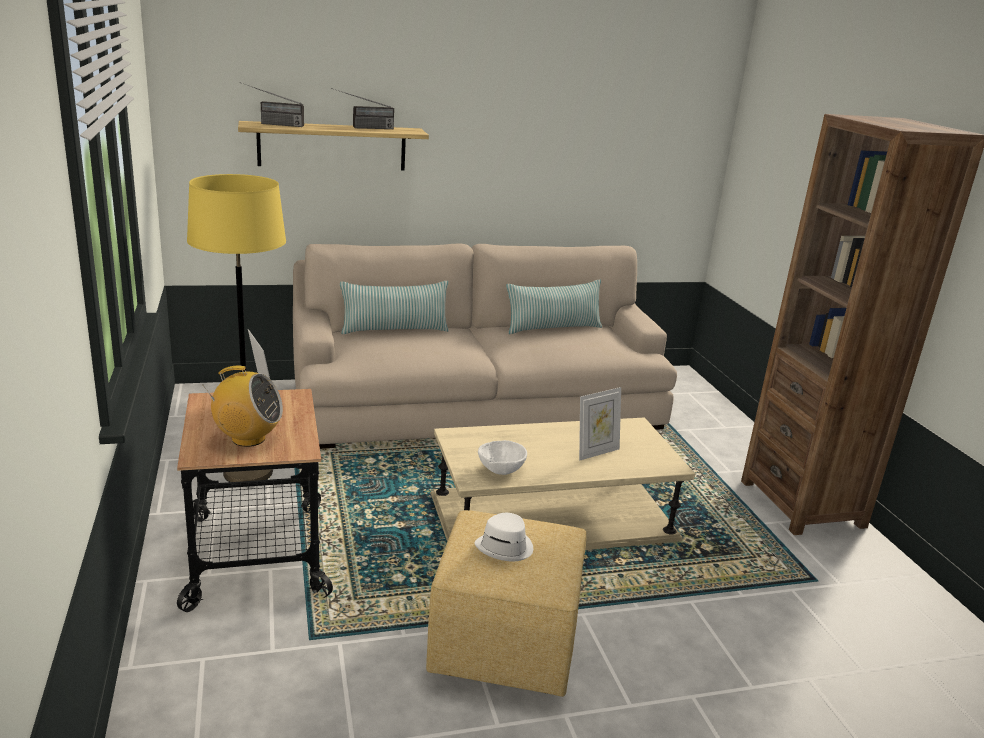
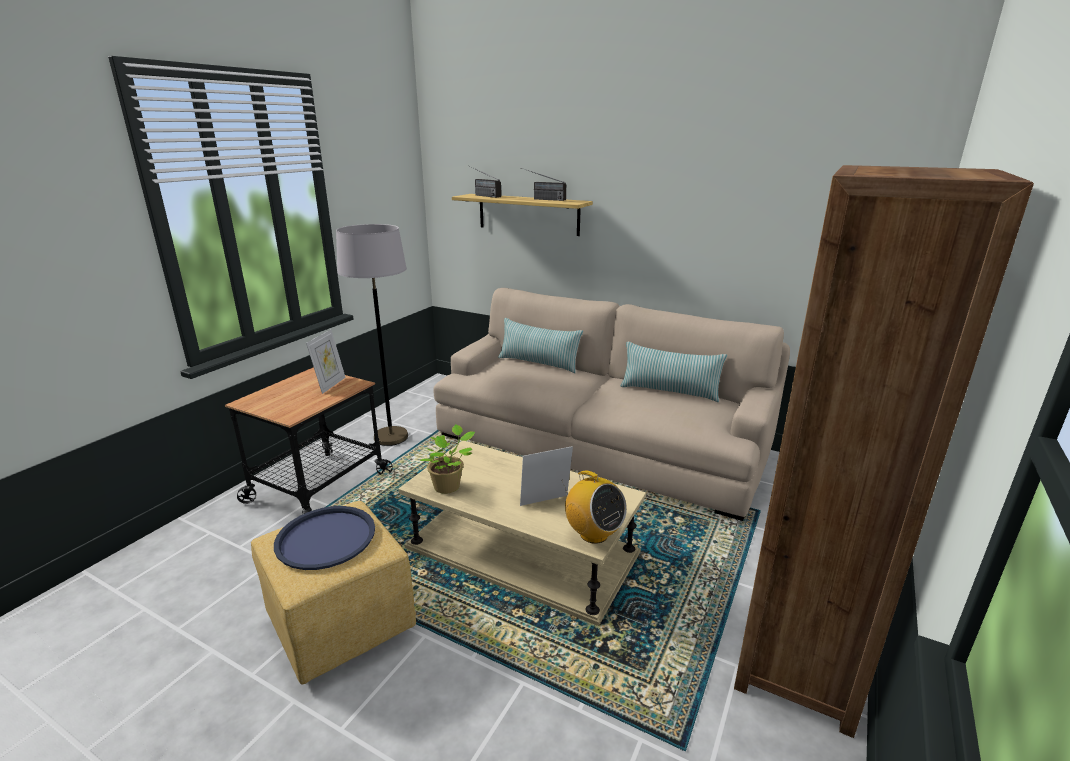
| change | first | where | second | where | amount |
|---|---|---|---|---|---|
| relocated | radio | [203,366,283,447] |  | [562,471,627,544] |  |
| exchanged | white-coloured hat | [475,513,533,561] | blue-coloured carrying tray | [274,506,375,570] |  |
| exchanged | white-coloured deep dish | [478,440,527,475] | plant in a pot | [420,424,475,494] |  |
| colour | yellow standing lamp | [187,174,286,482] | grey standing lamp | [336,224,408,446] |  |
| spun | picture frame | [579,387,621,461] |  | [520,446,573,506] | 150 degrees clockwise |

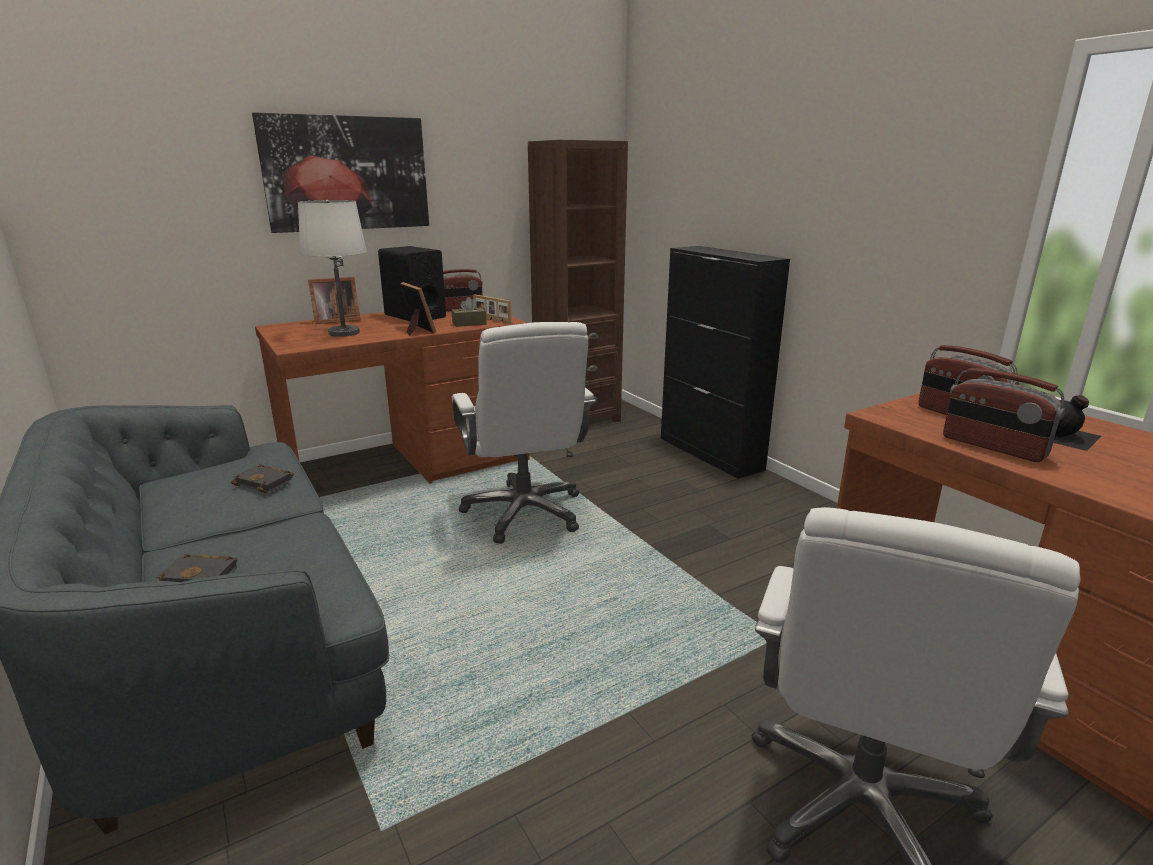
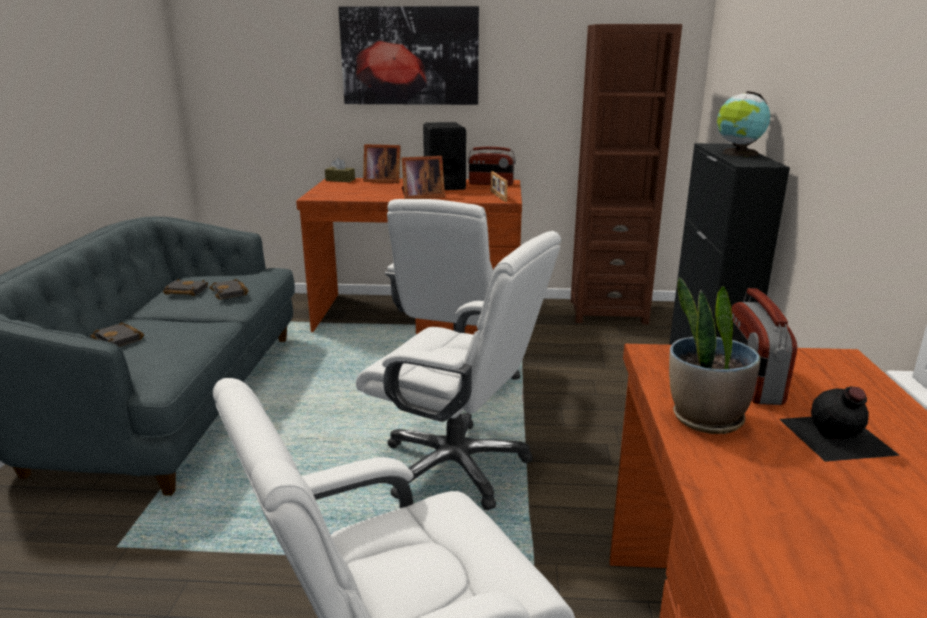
| change | first | where | second | where | amount |
|---|---|---|---|---|---|
| missing | white-coloured tabletop lamp | [298,200,367,337] |  |  |  |
| appeared |  |  | blackish bound book | [163,279,208,296] |  |
| appeared |  |  | white-coloured desk chair | [356,231,561,510] |  |
| appeared |  |  | desk globe | [717,91,770,157] |  |
| relocated | brown tissue holder | [452,297,487,327] |  | [325,158,355,182] |  |
| exchanged | radio | [943,368,1065,462] | plant in a pot | [669,277,760,434] |  |
| spun | picture frame | [400,282,436,335] |  | [401,156,445,199] | 75 degrees clockwise |

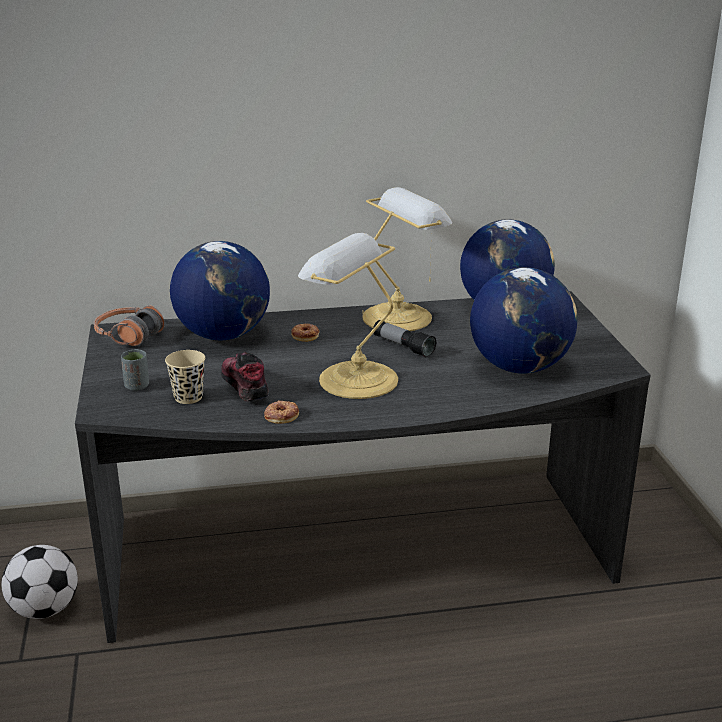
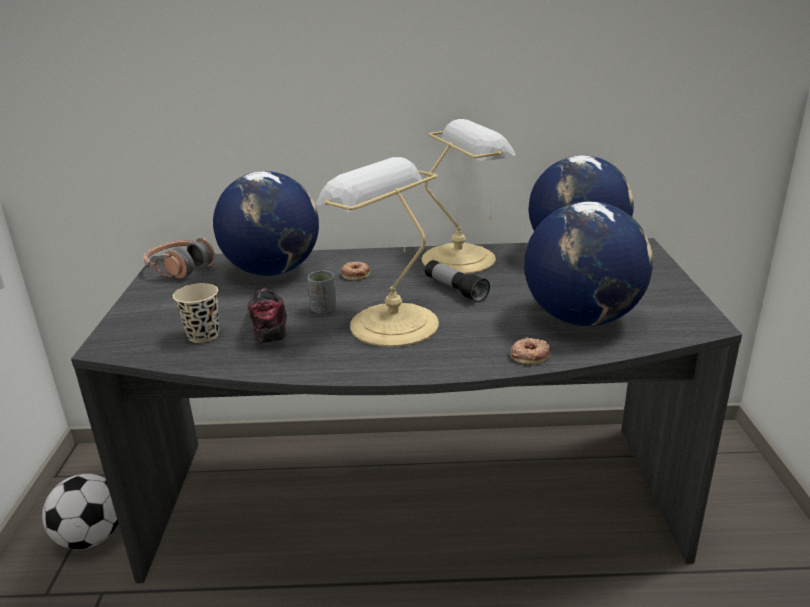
| change | first | where | second | where | amount |
|---|---|---|---|---|---|
| relocated | grey cup | [121,349,149,391] |  | [307,270,336,314] |  |
| relocated | donut | [264,400,299,424] |  | [510,337,551,365] |  |

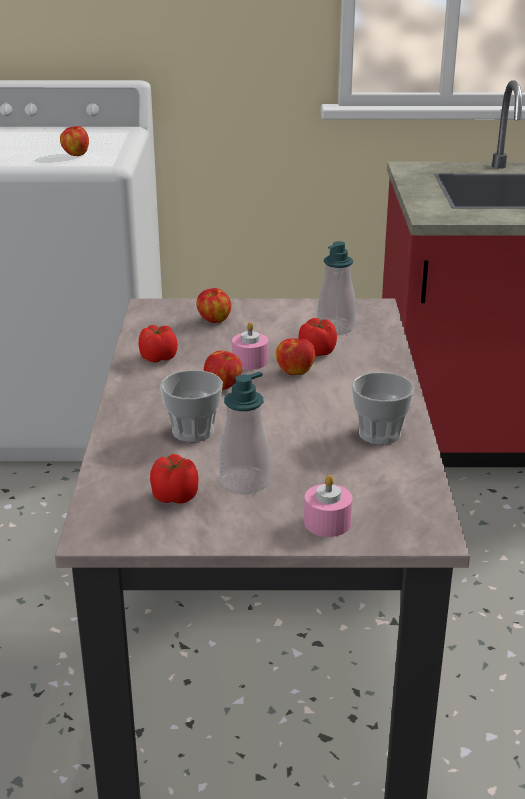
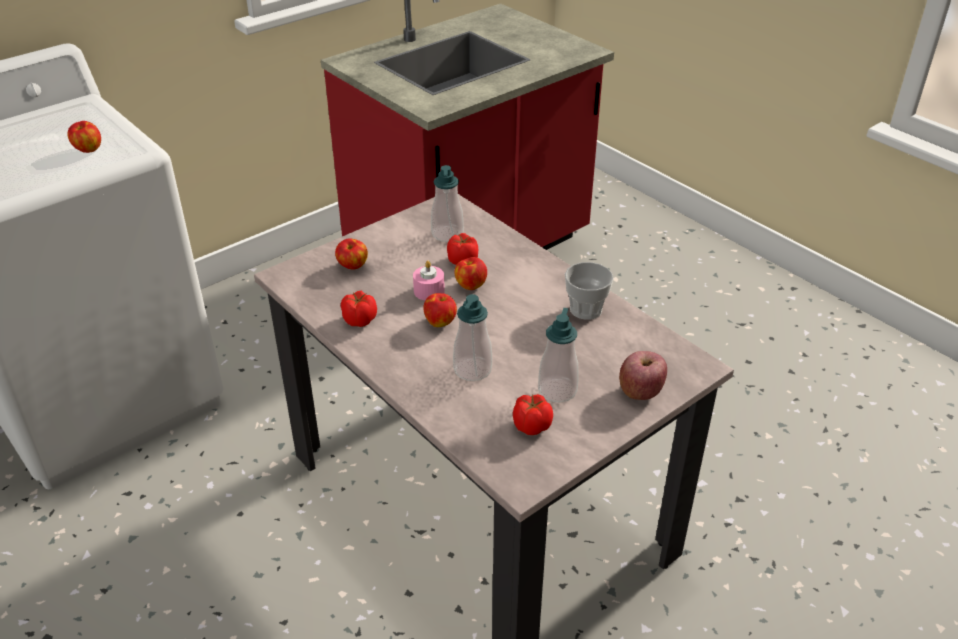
| change | first | where | second | where | amount |
|---|---|---|---|---|---|
| exchanged | cup | [160,370,223,442] | soap bottle | [453,294,492,381] |  |
| exchanged | pinkish wax light | [304,475,352,537] | apple | [619,351,667,400] |  |

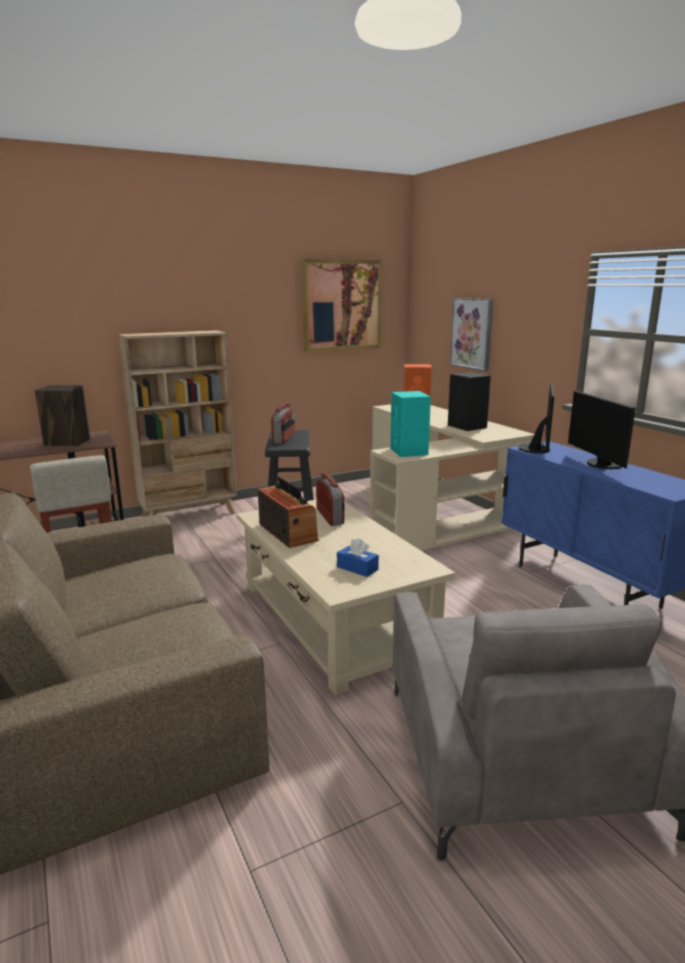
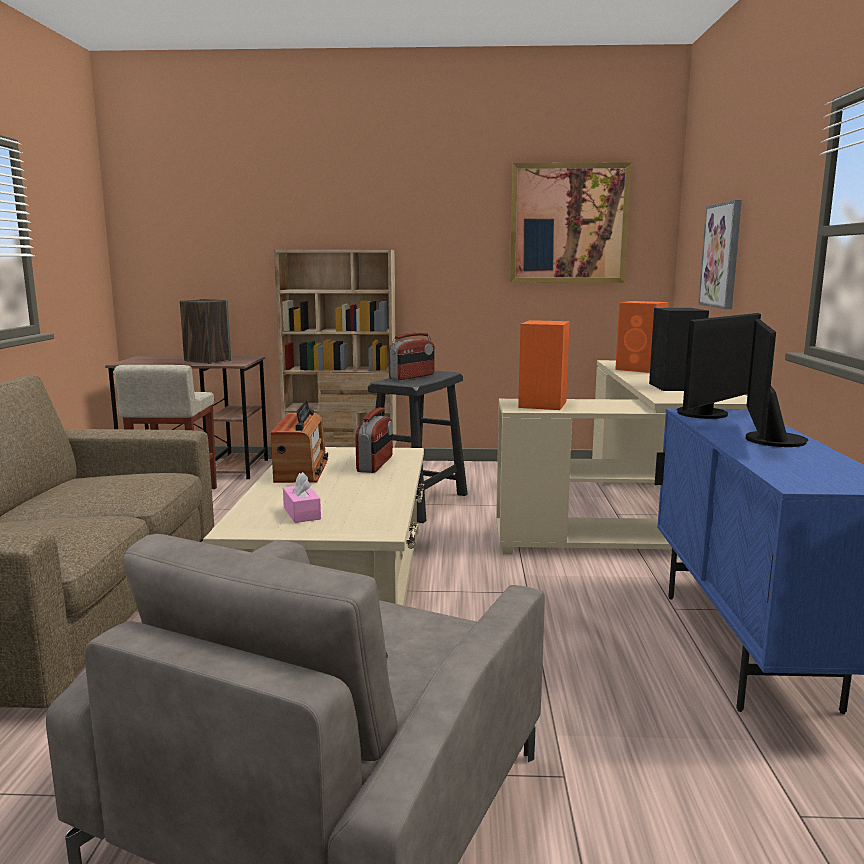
| change | first | where | second | where | amount |
|---|---|---|---|---|---|
| colour | blue-coloured tissue holder | [337,538,379,577] | pinkish tissue holder | [283,472,321,523] |  |
| colour | turquoise-coloured audio speaker | [390,391,431,457] | orange-coloured audio speaker | [518,320,570,410] |  |

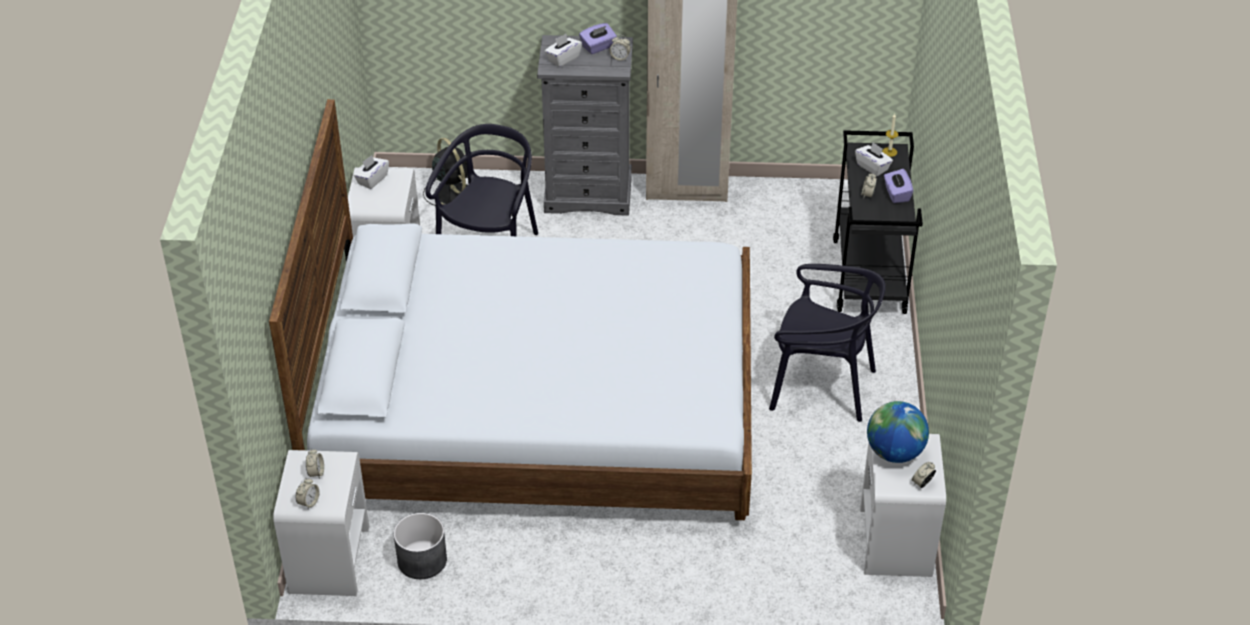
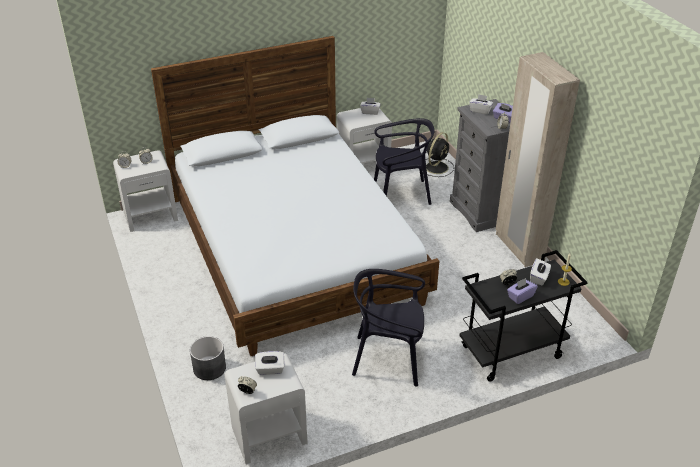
| change | first | where | second | where | amount |
|---|---|---|---|---|---|
| relocated | grey flower pot | [394,513,447,579] |  | [190,336,226,380] |  |
| exchanged | desk globe | [867,401,929,463] | white-coloured tissue holder | [255,351,284,375] |  |
| spun | blackish upright chair | [769,264,886,422] |  | [352,269,425,387] | 105 degrees clockwise |

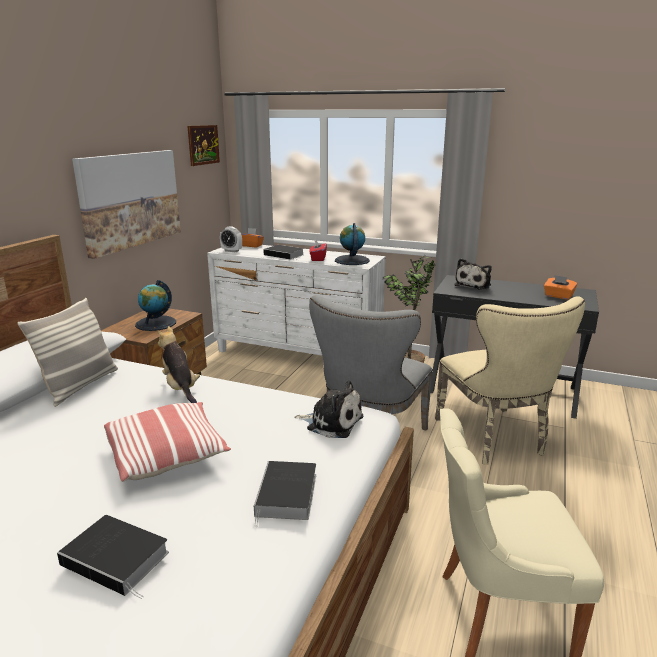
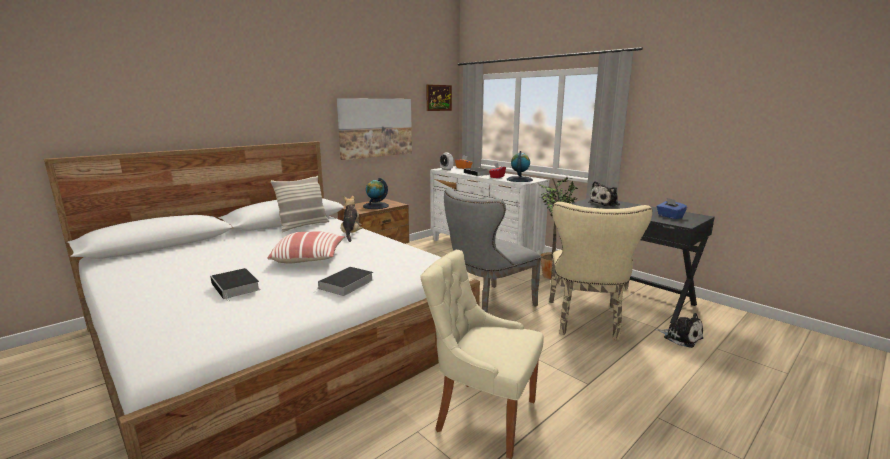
| change | first | where | second | where | amount |
|---|---|---|---|---|---|
| relocated | cuddly toy | [294,380,363,438] |  | [654,313,703,348] |  |
| colour | orange-coloured tissue holder | [544,275,577,300] | blue-coloured tissue holder | [657,198,687,219] |  |

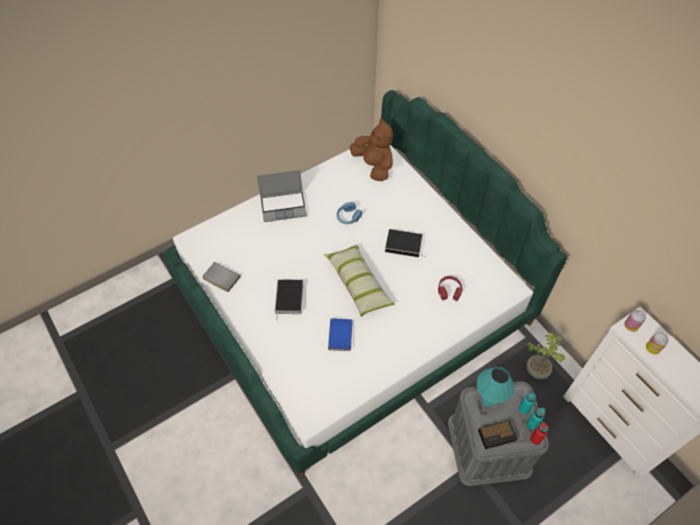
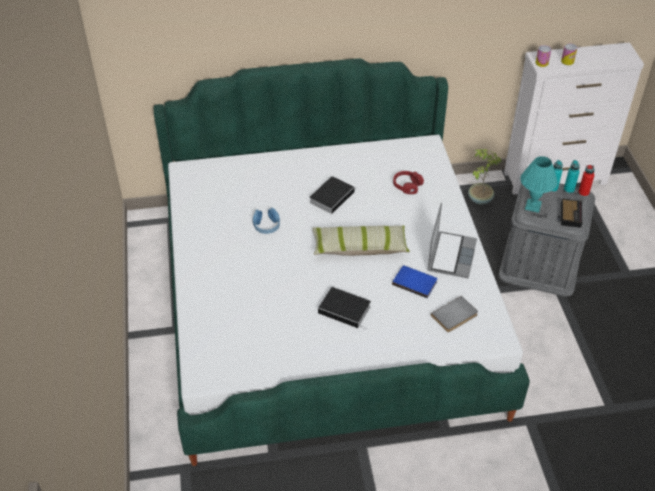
| change | first | where | second | where | amount |
|---|---|---|---|---|---|
| missing | brown cuddly toy | [350,118,393,181] |  |  |  |
| relocated | grey bound book | [202,262,241,292] |  | [431,296,478,332] |  |
| relocated | laptop | [257,170,307,222] |  | [427,203,477,278] |  |

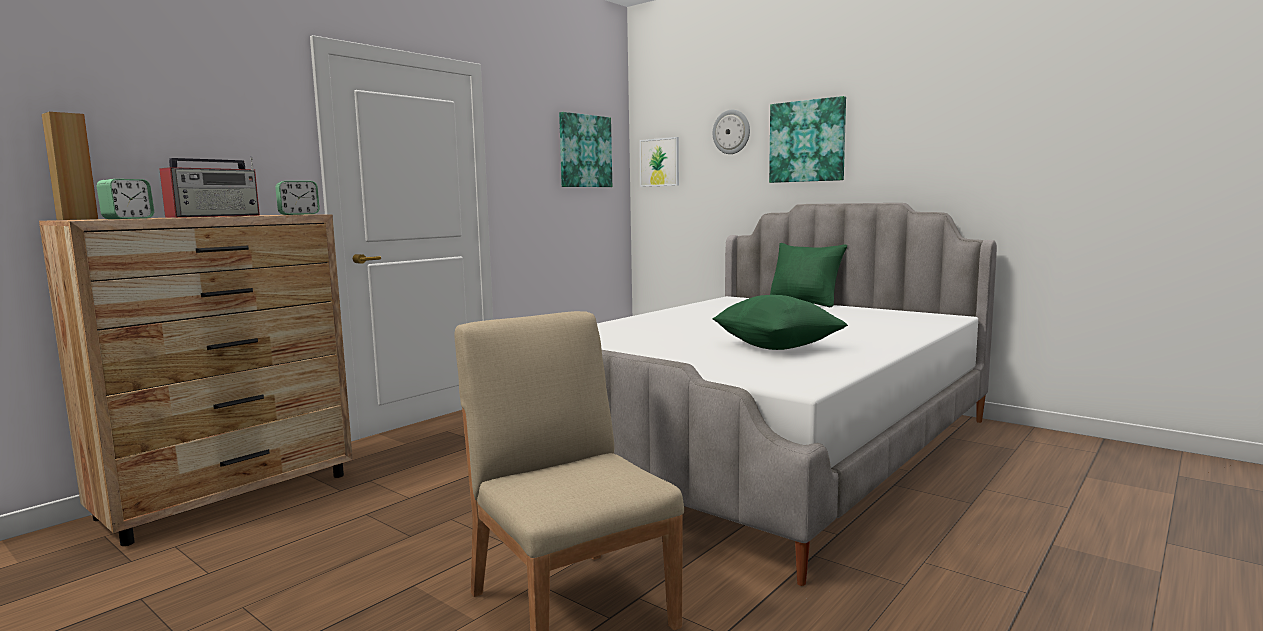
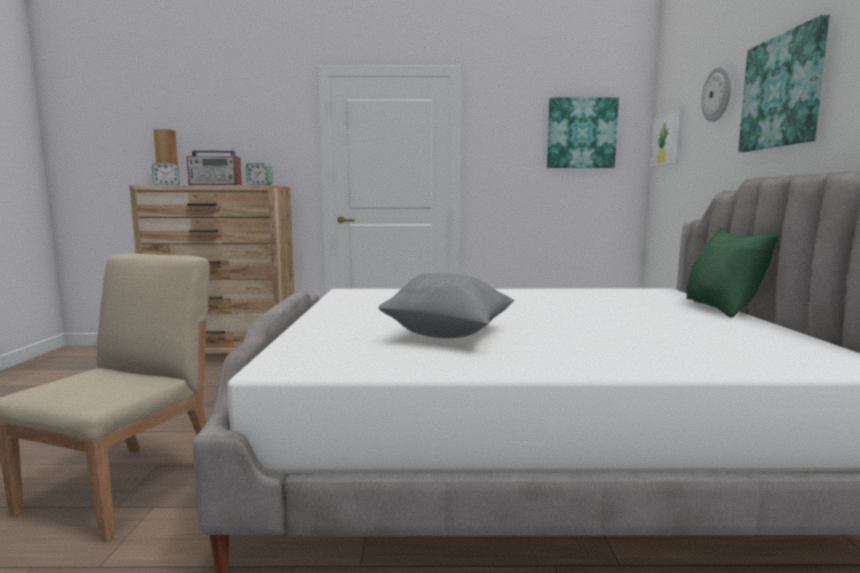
| change | first | where | second | where | amount |
|---|---|---|---|---|---|
| colour | green-coloured cushion | [713,295,848,350] | grey cushion | [378,273,514,338] |  |

